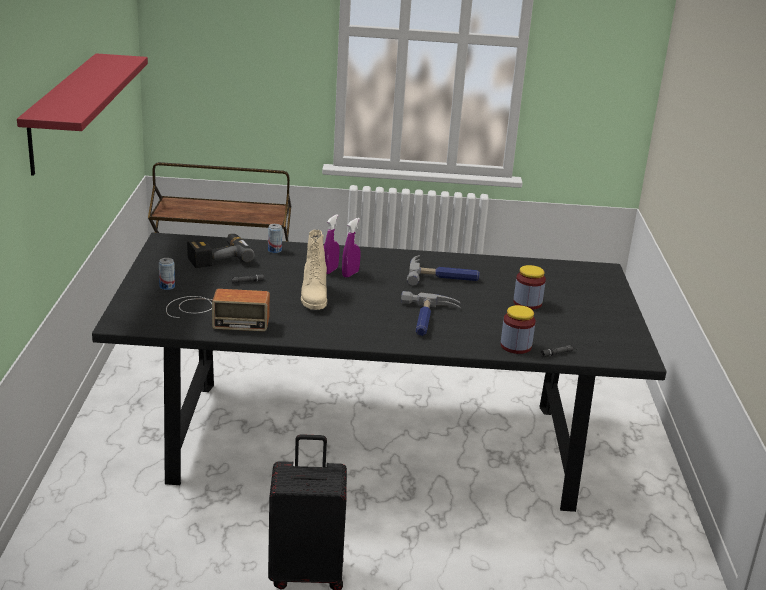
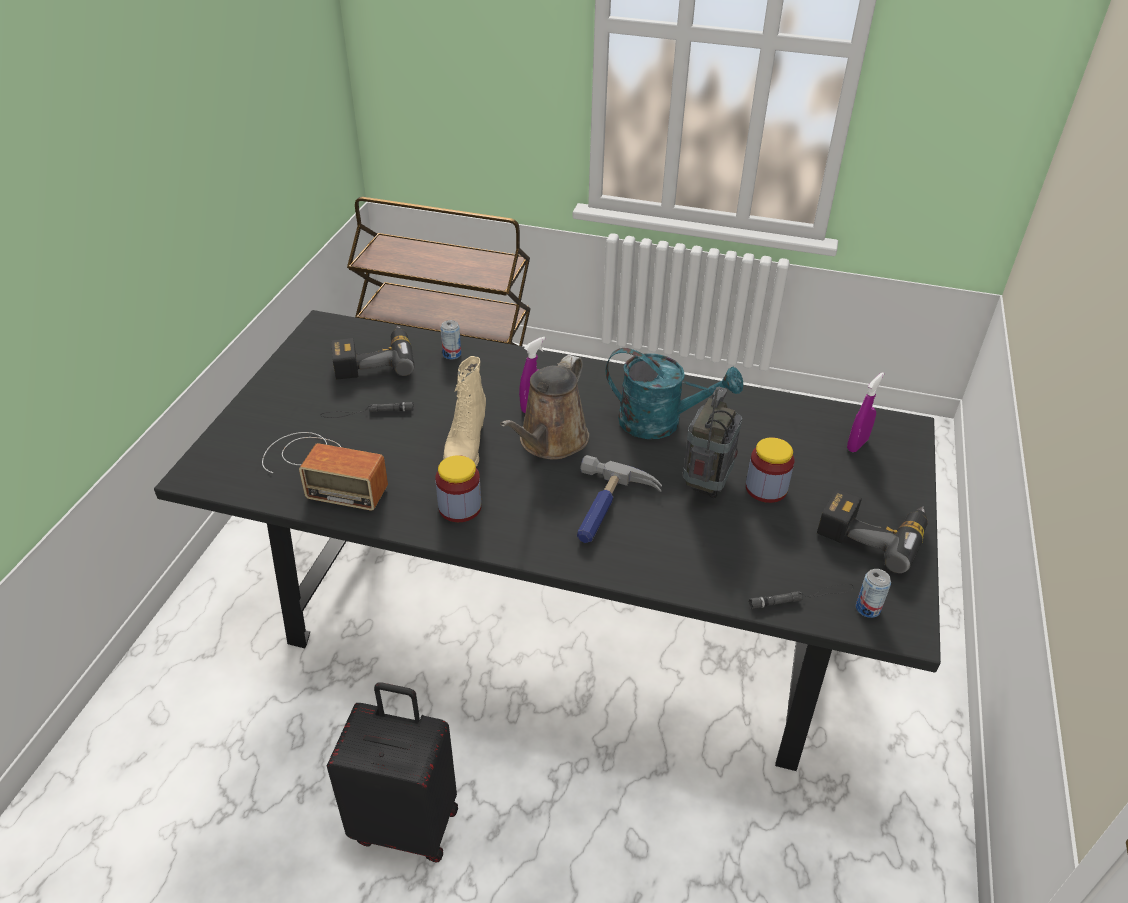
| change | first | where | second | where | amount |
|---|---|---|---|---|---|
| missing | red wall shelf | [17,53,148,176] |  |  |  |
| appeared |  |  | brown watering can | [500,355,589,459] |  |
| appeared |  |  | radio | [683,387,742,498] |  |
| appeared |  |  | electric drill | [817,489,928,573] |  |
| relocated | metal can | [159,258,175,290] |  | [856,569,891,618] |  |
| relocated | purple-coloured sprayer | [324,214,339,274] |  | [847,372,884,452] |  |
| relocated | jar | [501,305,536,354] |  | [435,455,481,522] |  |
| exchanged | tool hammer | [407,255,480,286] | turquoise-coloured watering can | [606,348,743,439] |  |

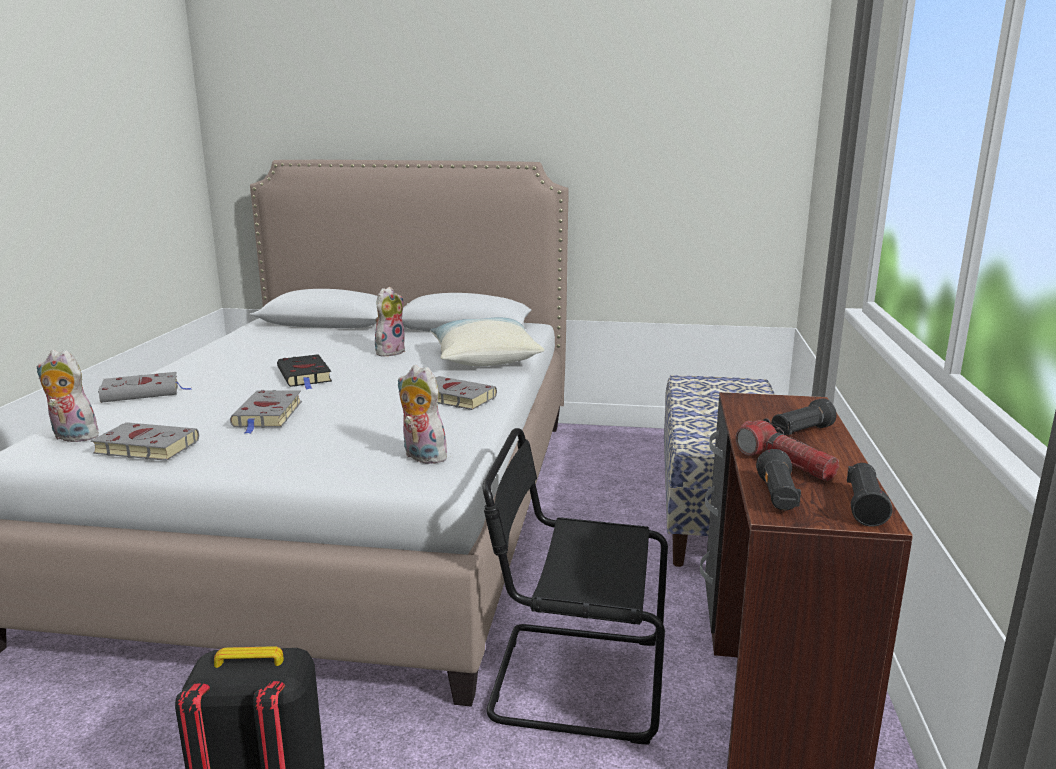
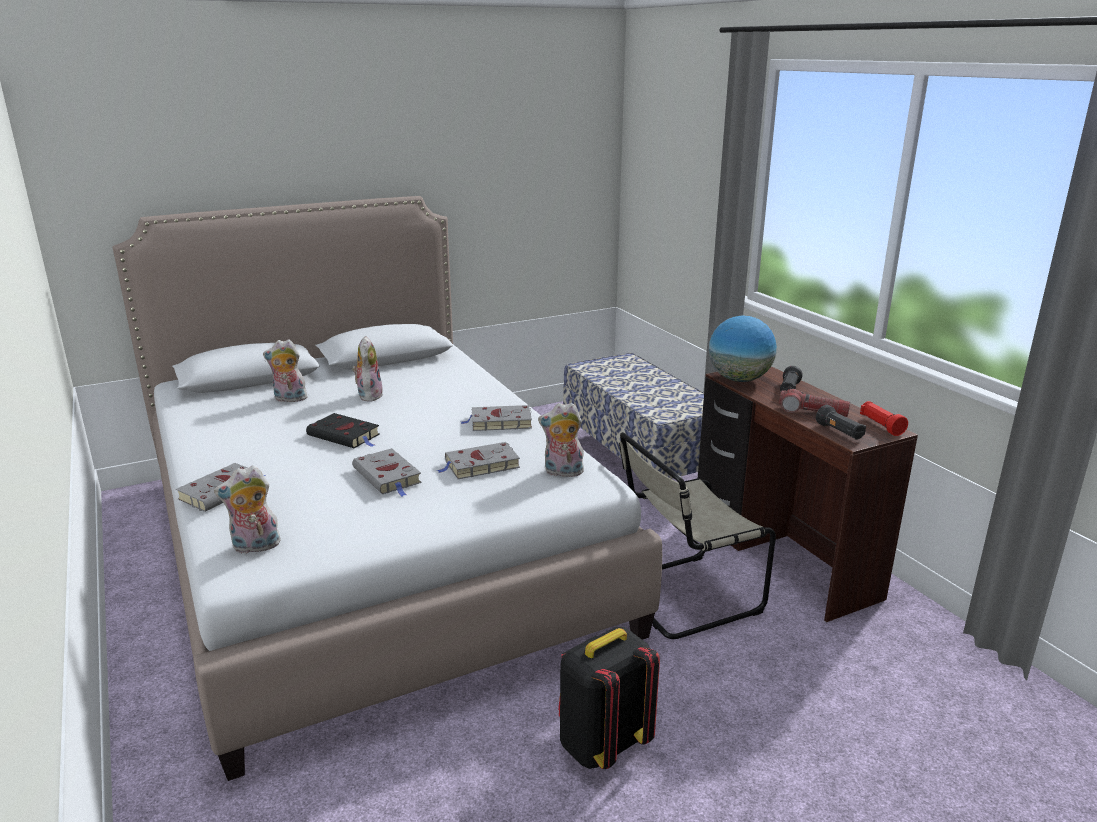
| change | first | where | second | where | amount |
|---|---|---|---|---|---|
| missing | cushion | [430,317,544,366] |  |  |  |
| appeared |  |  | cuddly toy | [263,339,307,402] |  |
| appeared |  |  | desk globe | [709,315,777,382] |  |
| relocated | grey bound book | [91,422,199,461] |  | [437,442,520,479] |  |
| colour | blackish upright chair | [482,428,668,745] | sand-coloured upright chair | [619,432,776,639] |  |
| colour | blackish hand torch | [847,463,893,527] | red hand torch | [860,401,908,436] |  |

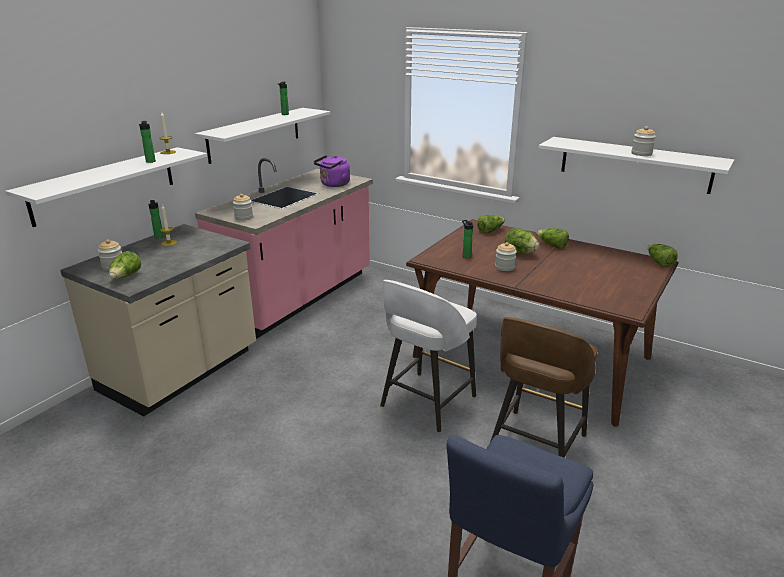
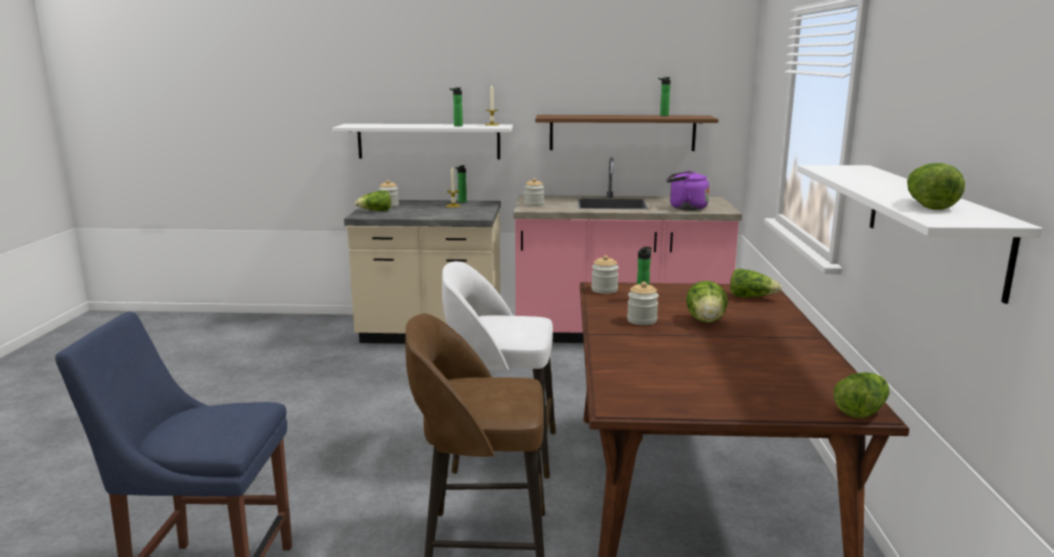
| change | first | where | second | where | amount |
|---|---|---|---|---|---|
| relocated | lettuce head | [536,228,569,249] |  | [907,163,965,210] |  |
| relocated | jar | [632,126,656,156] |  | [591,255,619,294] |  |
| colour | white-coloured wall shelf | [195,108,330,164] | brown wall shelf | [535,115,718,151] |  |

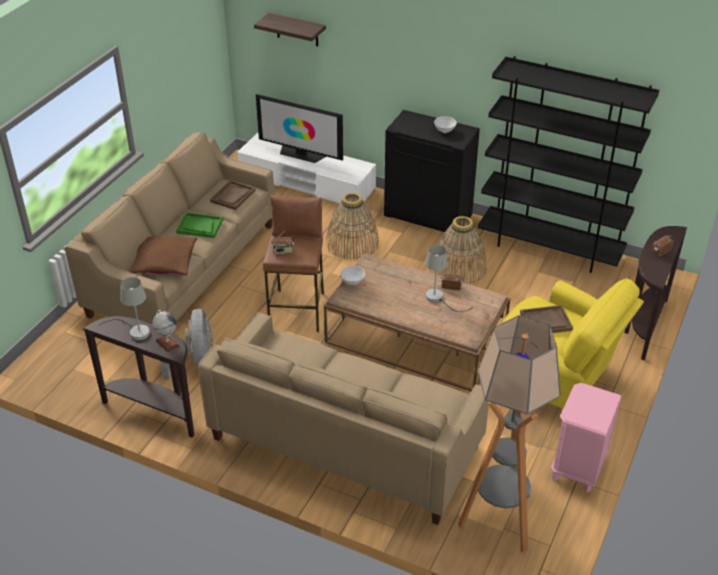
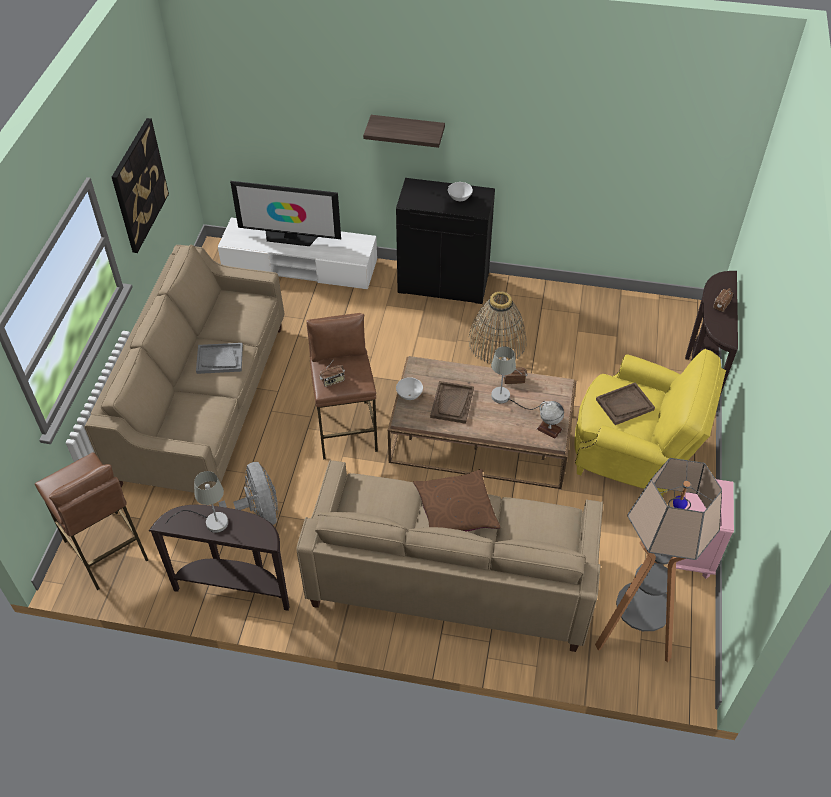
| change | first | where | second | where | amount |
|---|---|---|---|---|---|
| missing | storage basket | [326,193,379,260] |  |  |  |
| missing | blackish shelving unit | [478,56,659,273] |  |  |  |
| appeared |  |  | brown sitting stool | [35,452,148,590] |  |
| appeared |  |  | wall picture | [112,118,169,253] |  |
| relocated | brown cushion | [128,237,197,275] |  | [413,469,500,532] |  |
| relocated | desk globe | [152,310,180,352] |  | [537,401,564,439] |  |
| relocated | brown carrying tray | [210,180,256,210] |  | [430,381,474,424] |  |
| relocated | wall shelf | [254,13,326,46] |  | [363,115,445,148] |  |
| colour | green-coloured carrying tray | [176,212,223,238] | grey carrying tray | [196,343,243,374] |  |

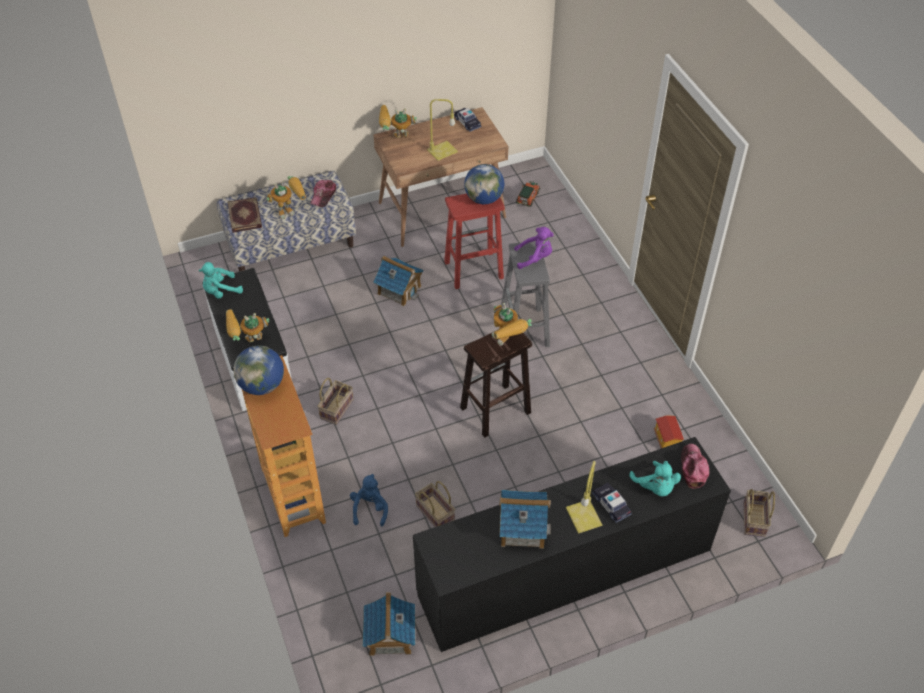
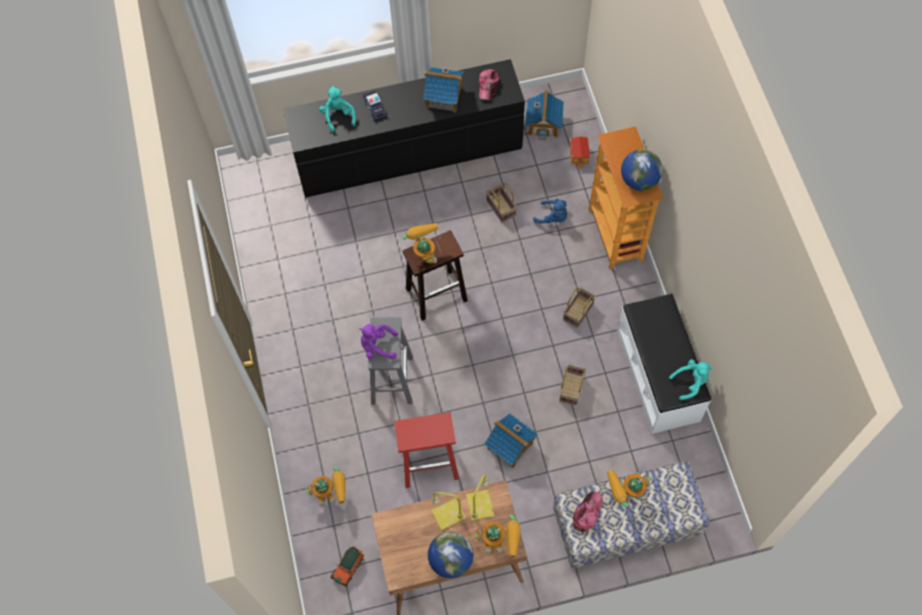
| change | first | where | second | where | amount |
|---|---|---|---|---|---|
| missing | bound book | [228,197,262,233] |  |  |  |
| missing | toy car | [454,108,482,132] |  |  |  |
| relocated | robot figure | [226,309,269,342] |  | [306,467,345,505] |  |
| relocated | desk globe | [464,164,504,204] |  | [428,532,473,578] |  |
| relocated | yellow tabletop lamp | [566,461,602,534] |  | [466,474,494,521] |  |
| relocated | model house | [654,415,684,448] |  | [570,136,590,168] |  |
| relocated | peaked cap | [681,444,709,489] |  | [479,69,499,100] |  |
| relocated | storage basket | [743,489,775,537] |  | [559,364,586,406] |  |
| spun | blue-coloured cuddly toy | [350,474,388,526] |  | [533,199,567,223] | 75 degrees counterclockwise |

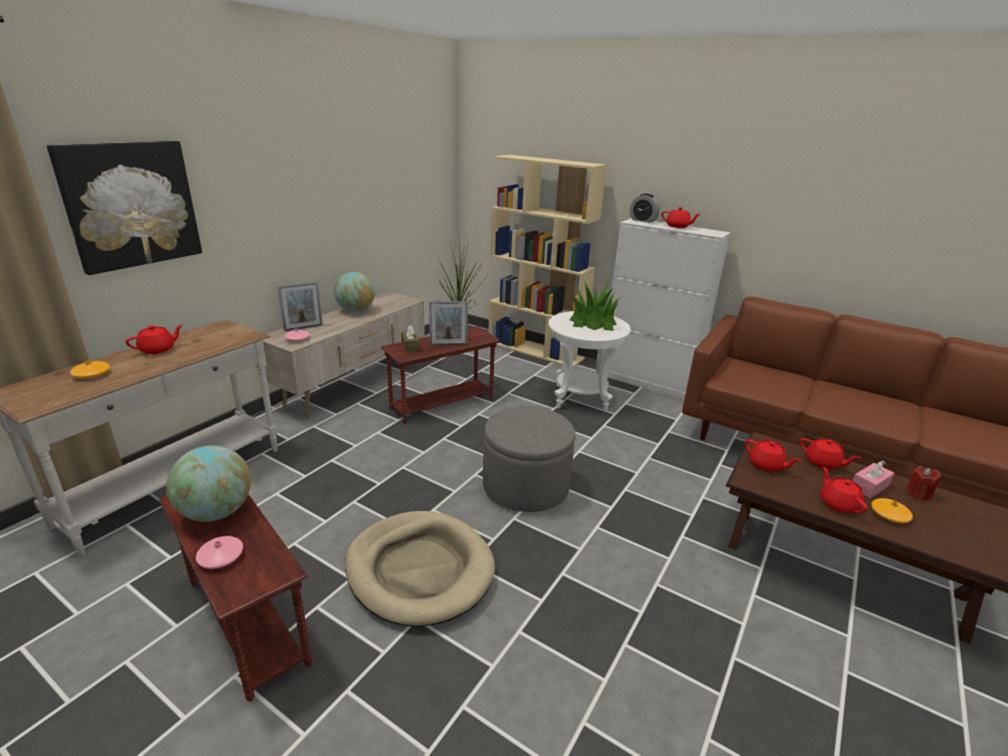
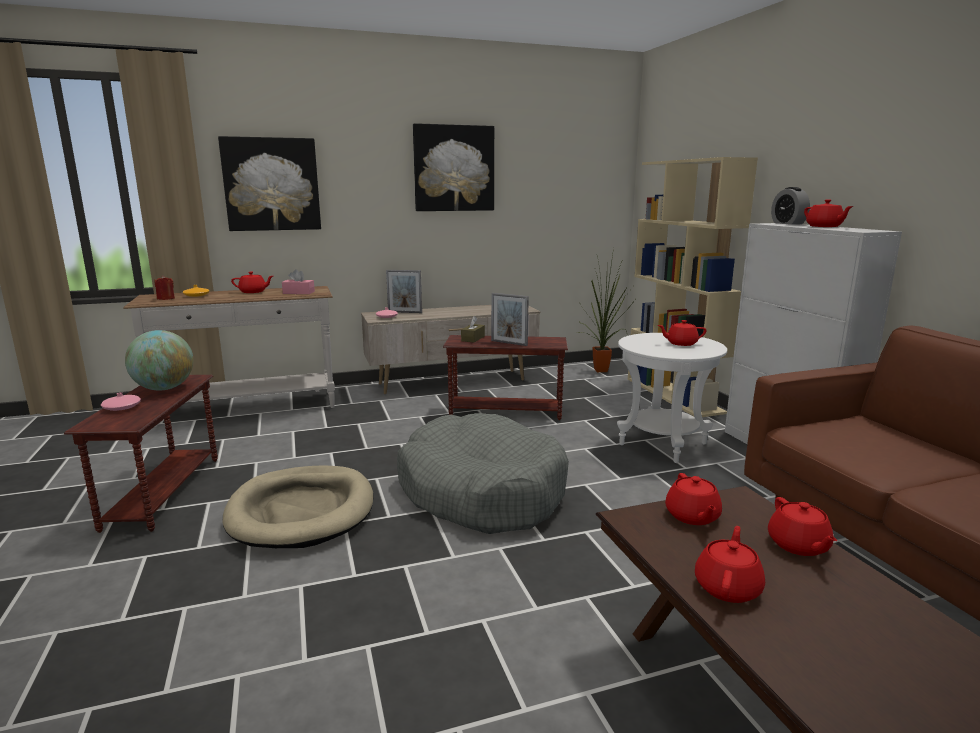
| change | first | where | second | where | amount |
|---|---|---|---|---|---|
| missing | desk globe | [334,272,375,312] |  |  |  |
| missing | orange-coloured flower vase | [872,498,913,523] |  |  |  |
| appeared |  |  | wall picture | [413,123,494,211] |  |
| relocated | pinkish tissue holder | [853,460,894,498] |  | [282,269,315,294] |  |
| relocated | red wax light | [906,467,941,501] |  | [154,275,175,300] |  |
| exchanged | grey ottoman | [483,406,575,512] | grey dog cushion | [397,413,569,534] |  |
| exchanged | plant in a pot | [570,280,619,331] | red tea pot | [658,320,707,346] |  |

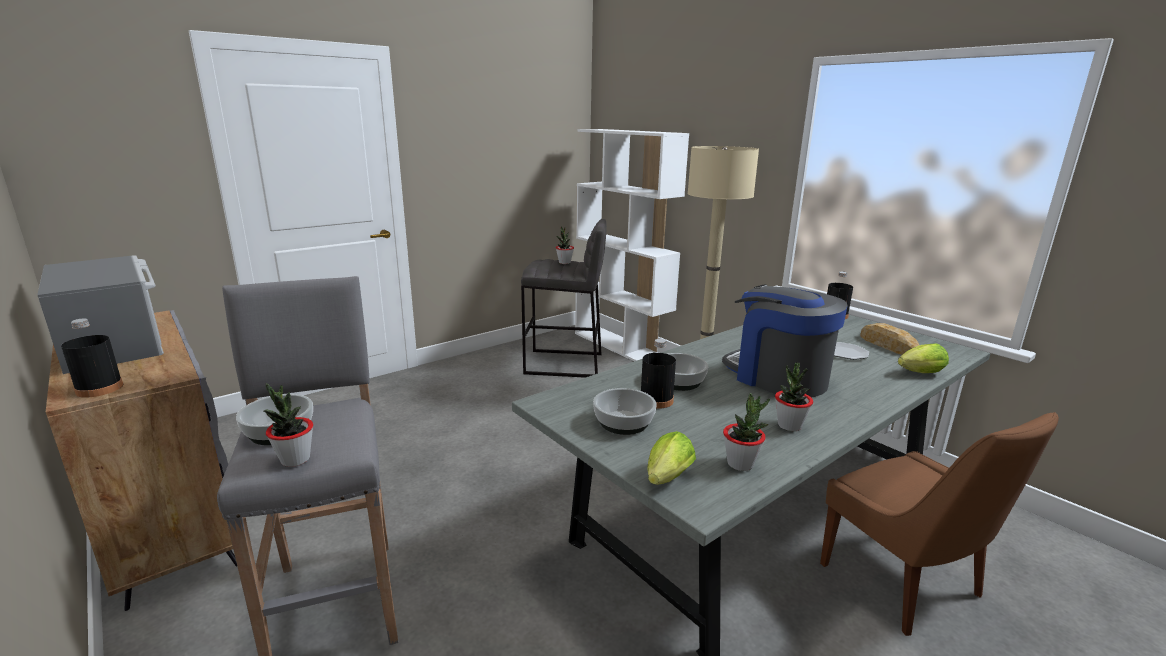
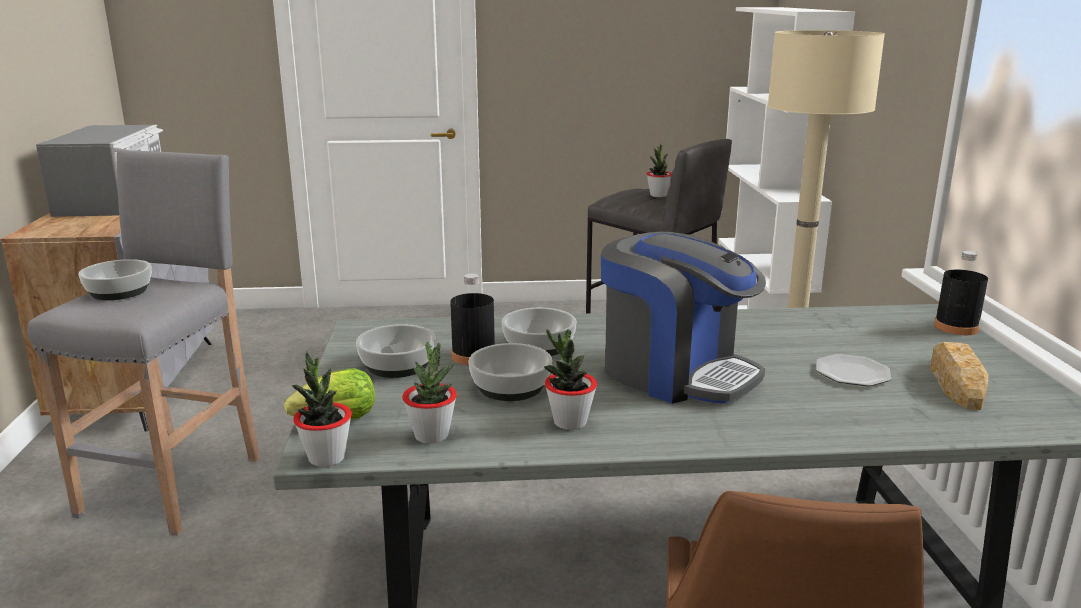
| change | first | where | second | where | amount |
|---|---|---|---|---|---|
| missing | blackish drink bottle | [61,319,123,398] |  |  |  |
| missing | lettuce head | [898,343,949,373] |  |  |  |
| appeared |  |  | deep dish | [469,343,552,401] |  |
| relocated | plant in a pot | [264,383,313,467] |  | [292,351,352,467] |  |
| spun | coffee brewer | [722,285,848,397] |  | [601,232,766,404] | 135 degrees clockwise |

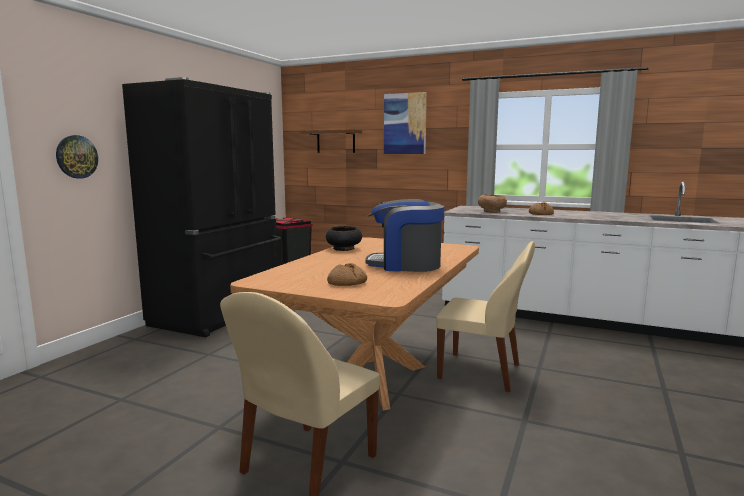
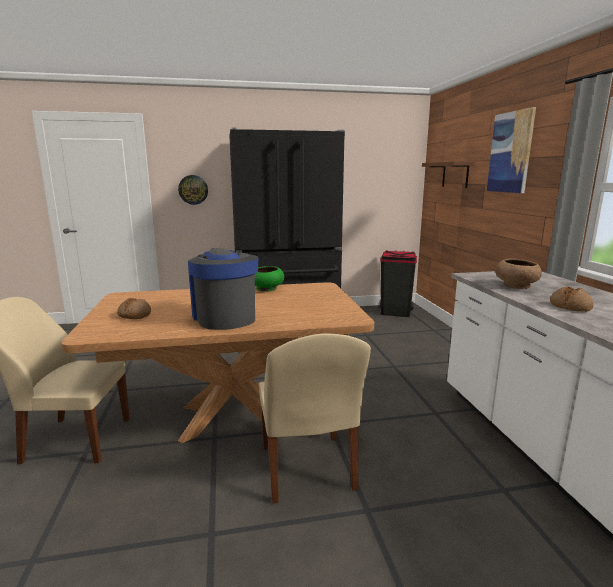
| change | first | where | second | where | amount |
|---|---|---|---|---|---|
| colour | blackish deep dish | [326,226,362,251] | green-coloured deep dish | [255,266,284,291] |  |

